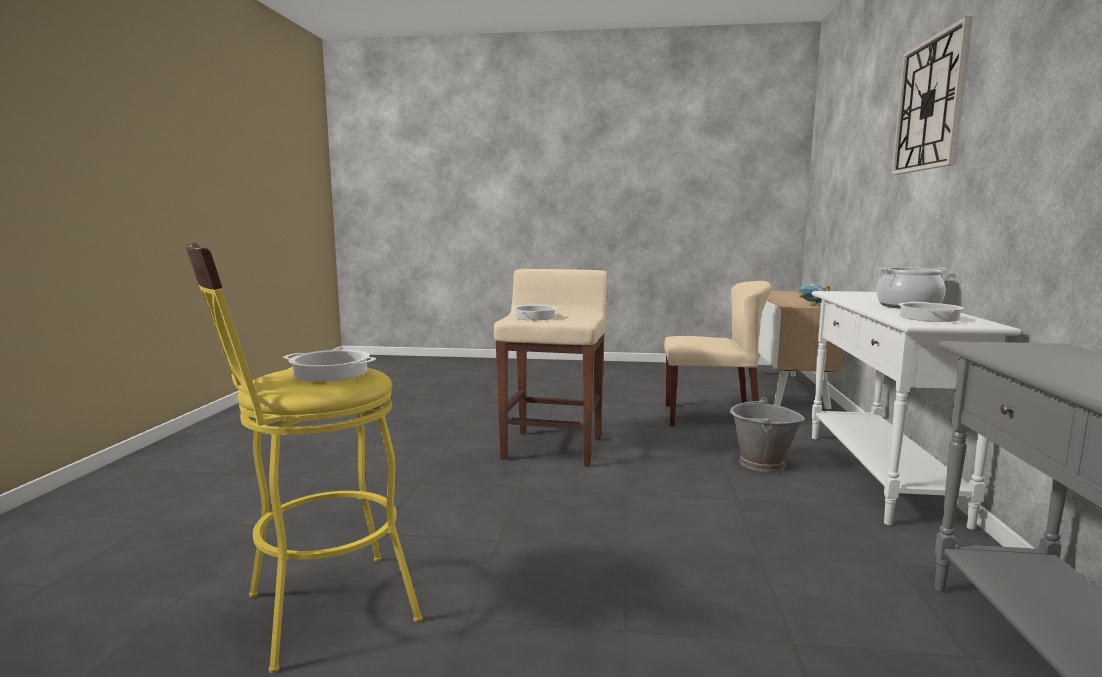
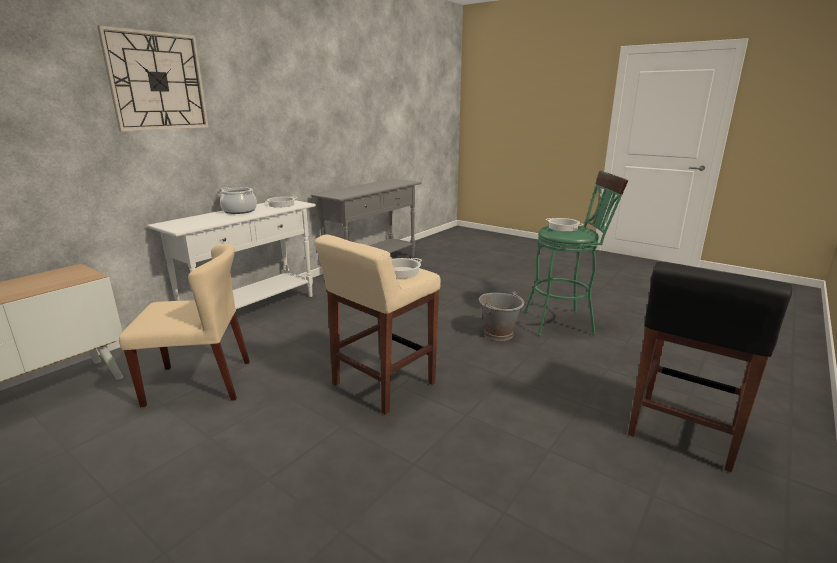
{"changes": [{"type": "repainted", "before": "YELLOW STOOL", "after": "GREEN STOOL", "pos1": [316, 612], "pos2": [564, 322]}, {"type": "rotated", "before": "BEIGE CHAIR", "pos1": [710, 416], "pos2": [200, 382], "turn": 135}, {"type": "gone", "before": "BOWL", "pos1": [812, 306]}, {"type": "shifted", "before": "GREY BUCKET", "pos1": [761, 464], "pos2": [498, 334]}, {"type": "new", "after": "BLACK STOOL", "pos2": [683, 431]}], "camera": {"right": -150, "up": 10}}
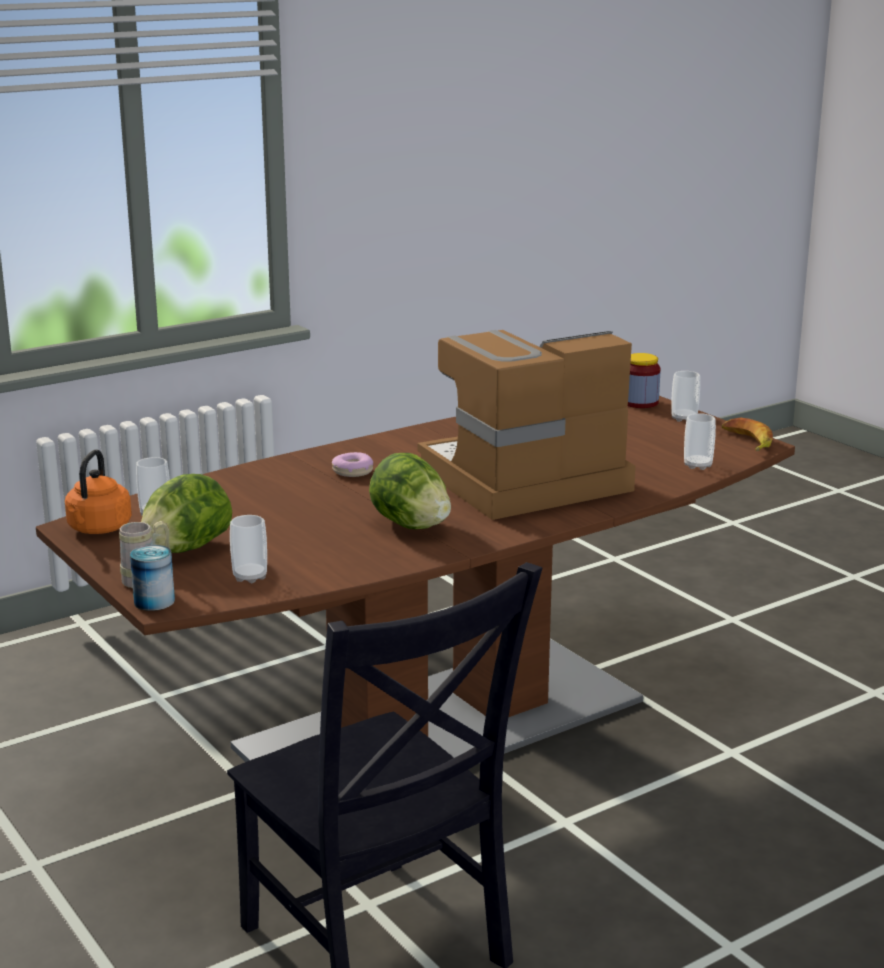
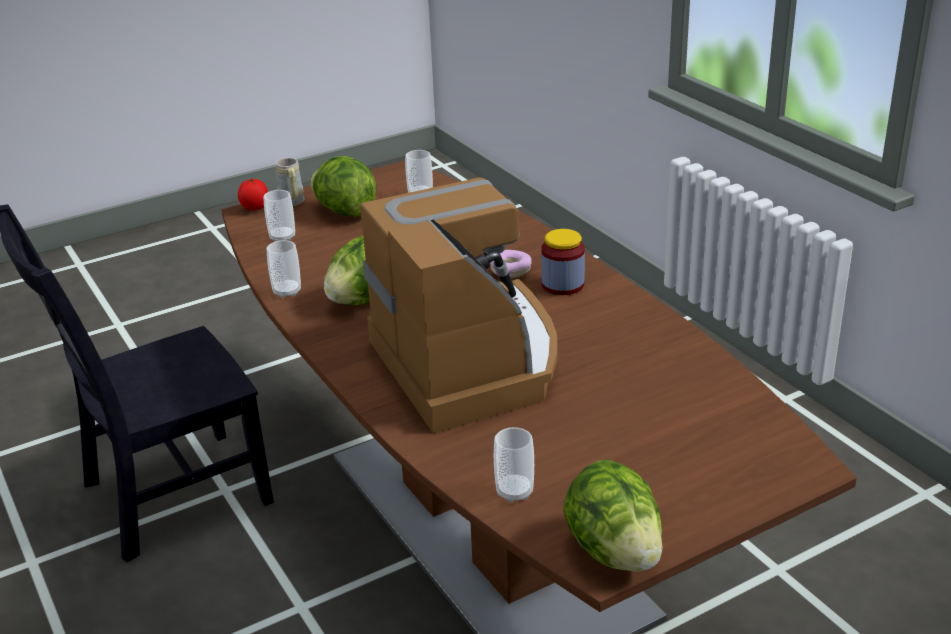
{"changes": [{"type": "shifted", "before": "JAR", "pos1": [640, 402], "pos2": [562, 285]}, {"type": "shifted", "before": "CUP", "pos1": [684, 418], "pos2": [287, 292]}, {"type": "swapped", "before": "BANANA", "after": "LETTUCE", "pos1": [746, 441], "pos2": [614, 551]}, {"type": "gone", "before": "ORANGE KETTLE", "pos1": [98, 529]}, {"type": "swapped", "before": "CAN", "after": "TOMATO", "pos1": [154, 601], "pos2": [254, 209]}], "camera": {"right": 95, "up": 10}}
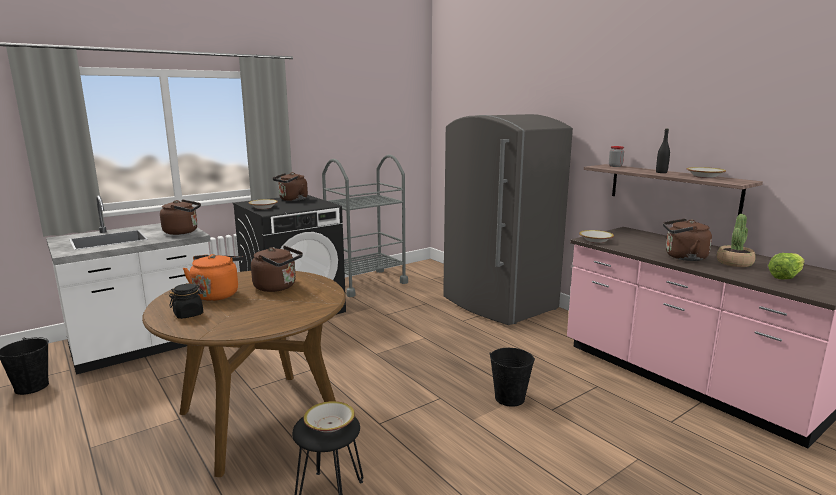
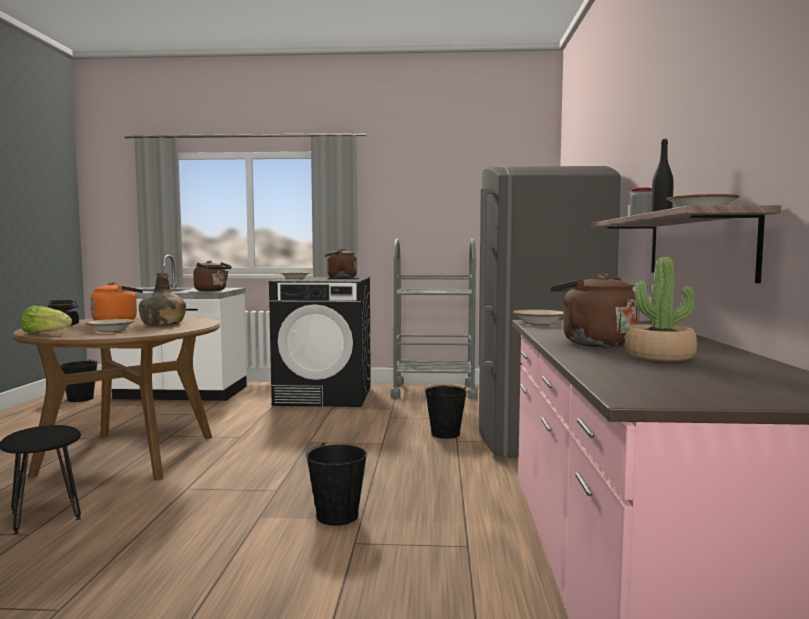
{"changes": [{"type": "swapped", "before": "BROWN KETTLE", "after": "GREEN BOTTLE", "pos1": [277, 287], "pos2": [163, 324]}, {"type": "shifted", "before": "LETTUCE", "pos1": [785, 276], "pos2": [45, 333]}, {"type": "shifted", "before": "BOWL", "pos1": [330, 424], "pos2": [111, 330]}, {"type": "new", "after": "BLACK BUCKET", "pos2": [445, 434]}], "camera": {"right": 40, "up": -10}}
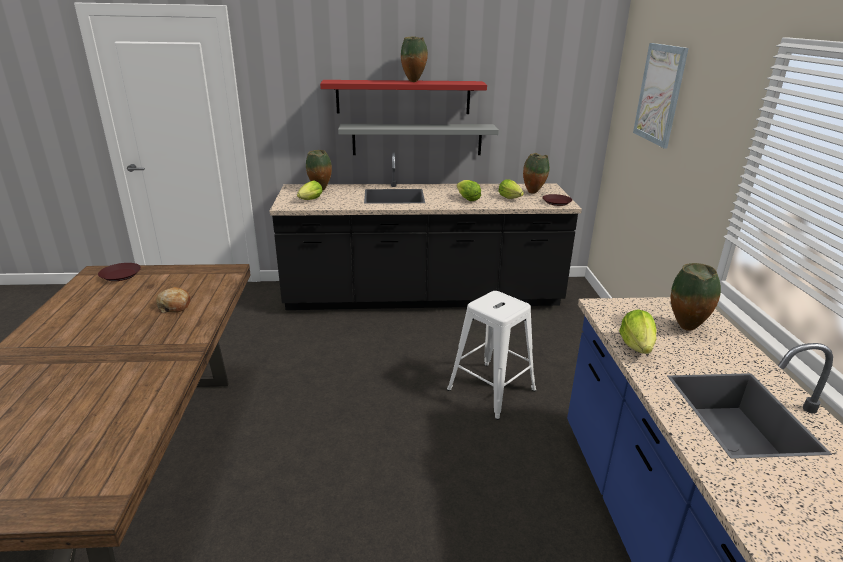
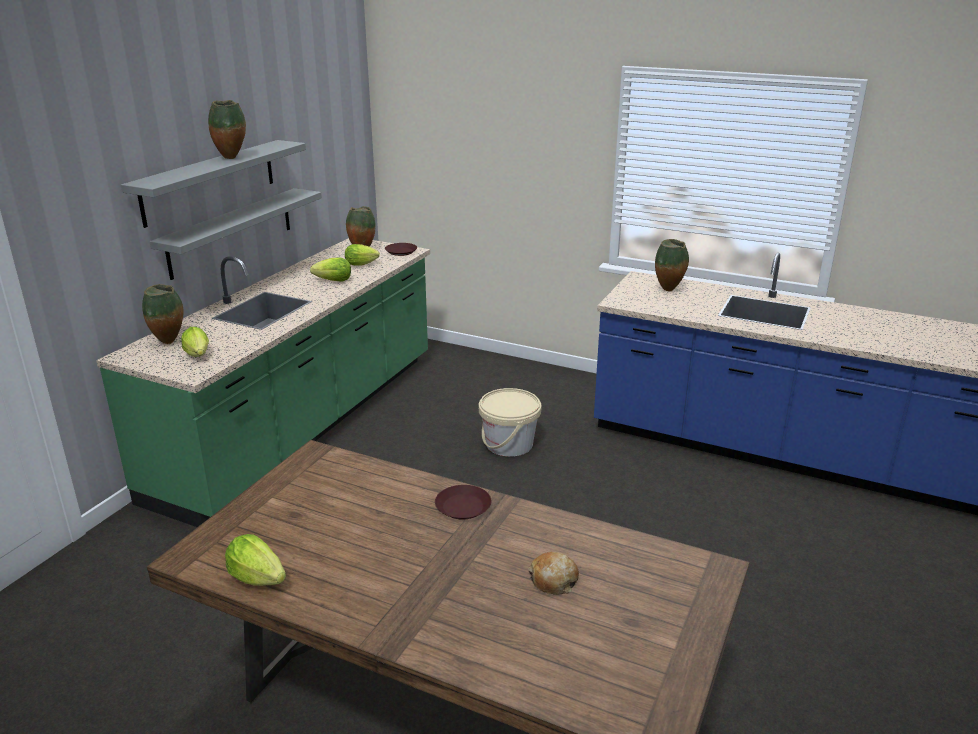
{"changes": [{"type": "gone", "before": "PICTURE", "pos1": [659, 94]}, {"type": "repainted", "before": "RED SHELF", "after": "GREY SHELF", "pos1": [403, 97], "pos2": [210, 181]}, {"type": "repainted", "before": "BLACK COUNTER", "after": "GREEN COUNTER", "pos1": [423, 296], "pos2": [304, 424]}, {"type": "shifted", "before": "BROWN PLATE", "pos1": [121, 275], "pos2": [463, 506]}, {"type": "shifted", "before": "BREAD", "pos1": [174, 306], "pos2": [553, 580]}, {"type": "swapped", "before": "WHITE STOOL", "after": "BEIGE BUCKET", "pos1": [491, 390], "pos2": [509, 444]}, {"type": "shifted", "before": "LETTUCE", "pos1": [637, 346], "pos2": [257, 578]}], "camera": {"right": -60, "up": 0}}
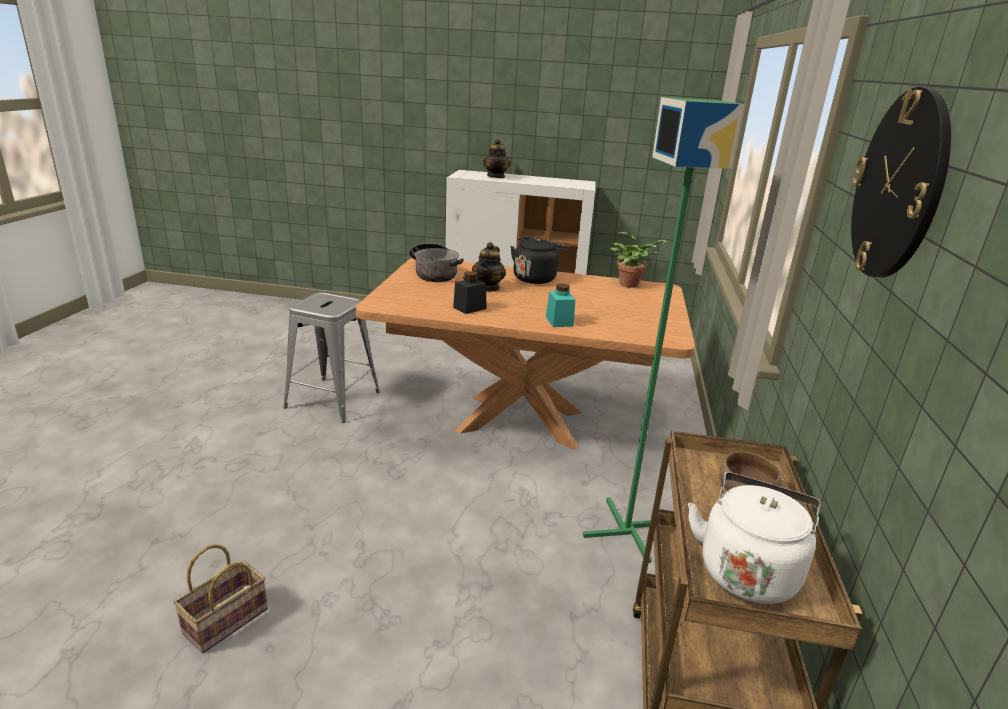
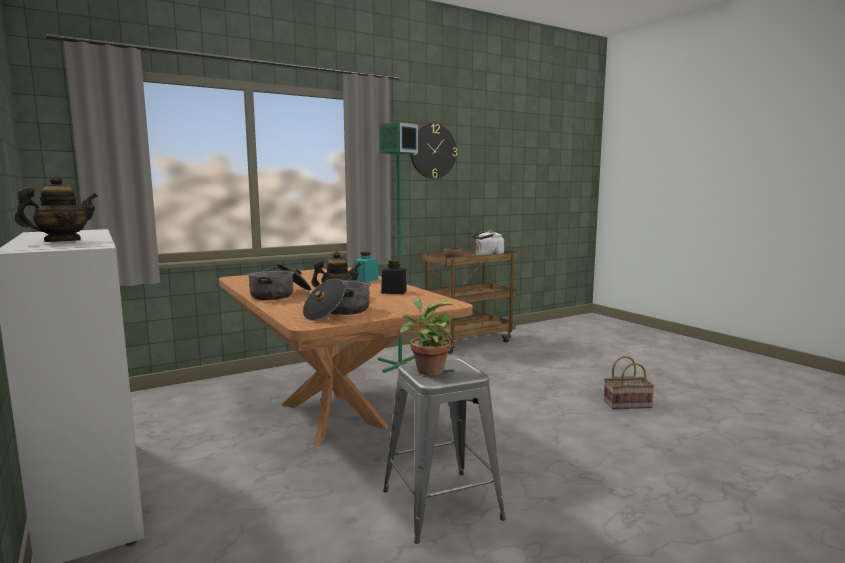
{"changes": [{"type": "shifted", "before": "POTTED PLANT", "pos1": [631, 284], "pos2": [427, 370]}, {"type": "swapped", "before": "BLACK KETTLE", "after": "COOKING POT", "pos1": [535, 278], "pos2": [280, 295]}], "camera": {"right": -130, "up": -15}}
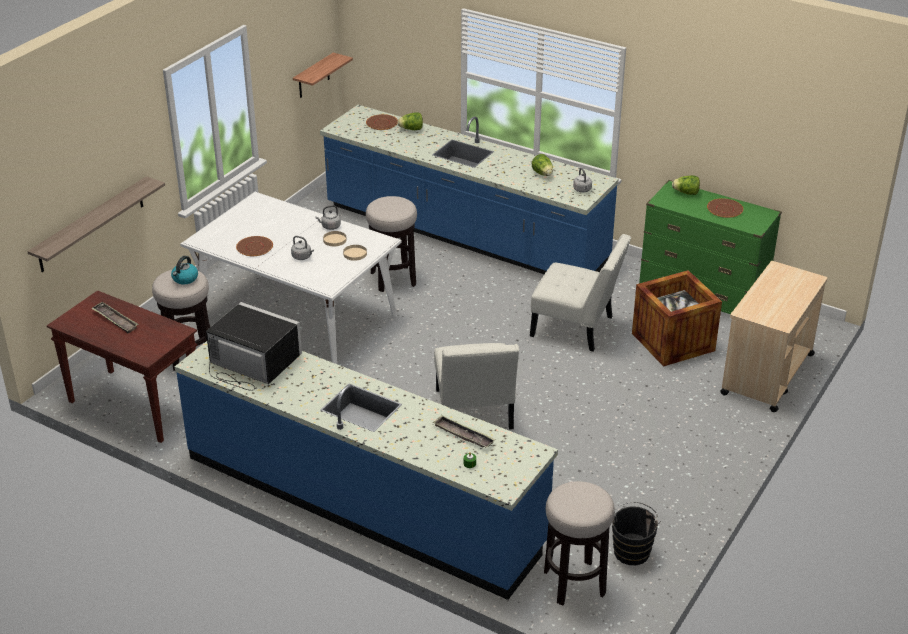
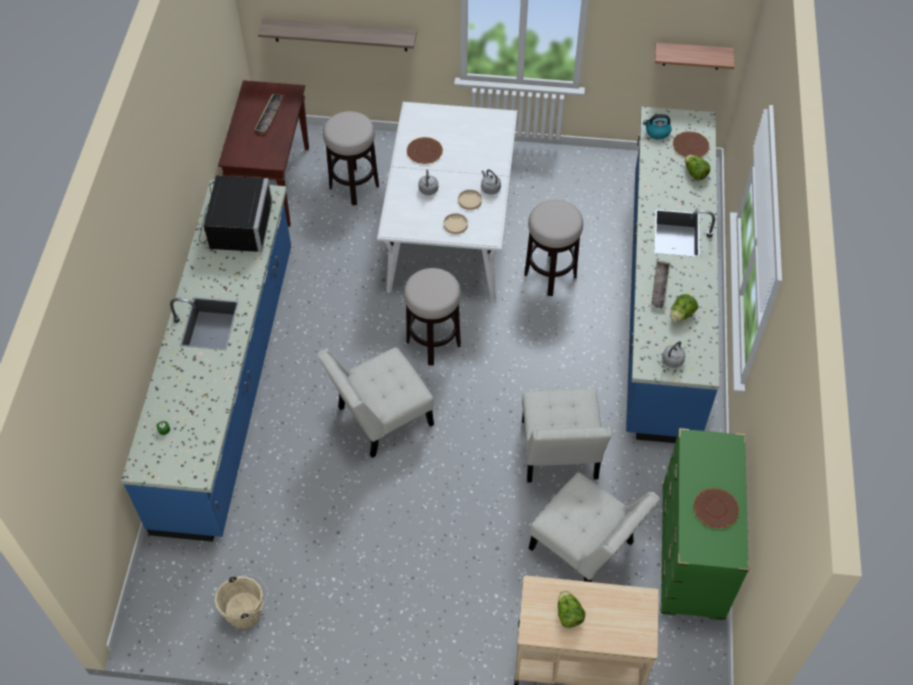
{"changes": [{"type": "shifted", "before": "LETTUCE", "pos1": [686, 193], "pos2": [568, 614]}, {"type": "shifted", "before": "KETTLE", "pos1": [185, 279], "pos2": [657, 132]}, {"type": "swapped", "before": "CRATE", "after": "WHITE CHAIR", "pos1": [673, 342], "pos2": [585, 550]}, {"type": "shifted", "before": "TRAY", "pos1": [463, 435], "pos2": [660, 286]}, {"type": "shifted", "before": "STOOL", "pos1": [574, 583], "pos2": [433, 343]}, {"type": "repainted", "before": "BLACK BUCKET", "after": "BEIGE BUCKET", "pos1": [632, 550], "pos2": [247, 611]}], "camera": {"right": 65, "up": 20}}
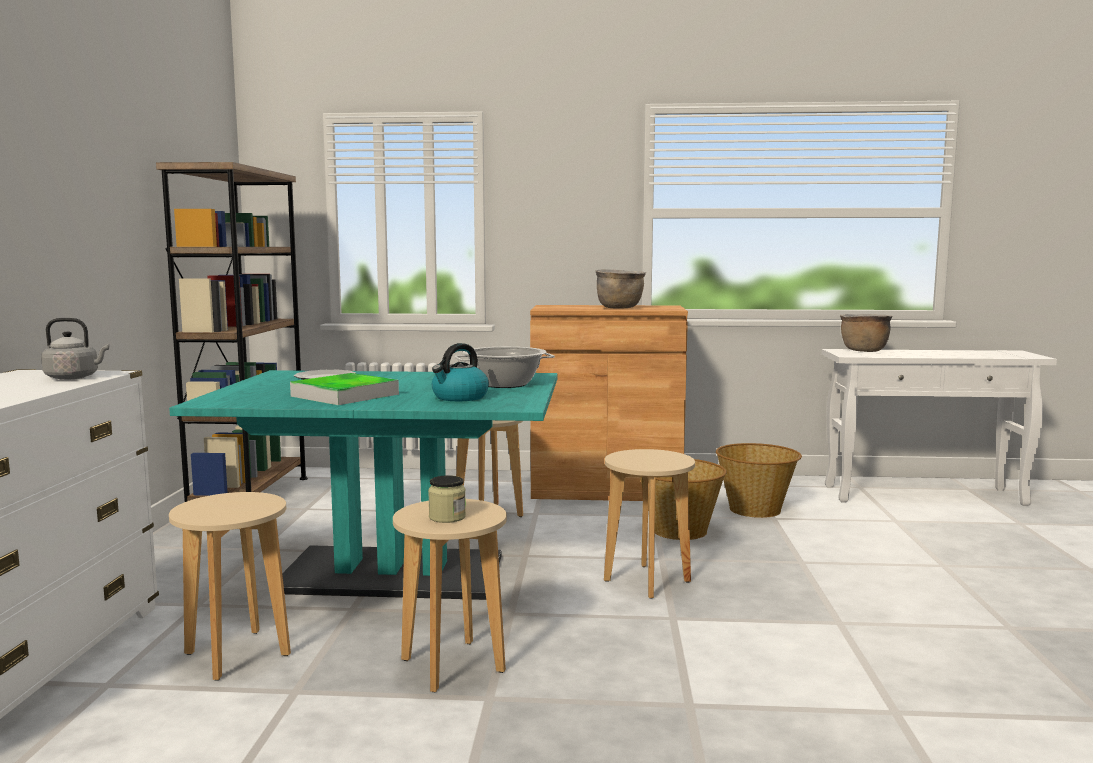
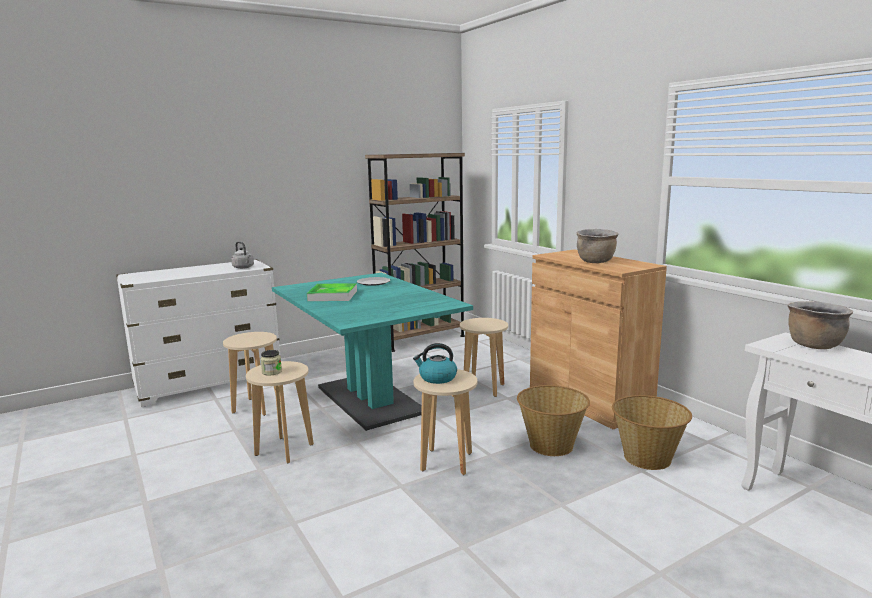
{"changes": [{"type": "shifted", "before": "KETTLE", "pos1": [459, 397], "pos2": [437, 378]}, {"type": "gone", "before": "COOKING POT", "pos1": [505, 384]}], "camera": {"right": 55, "up": 5}}
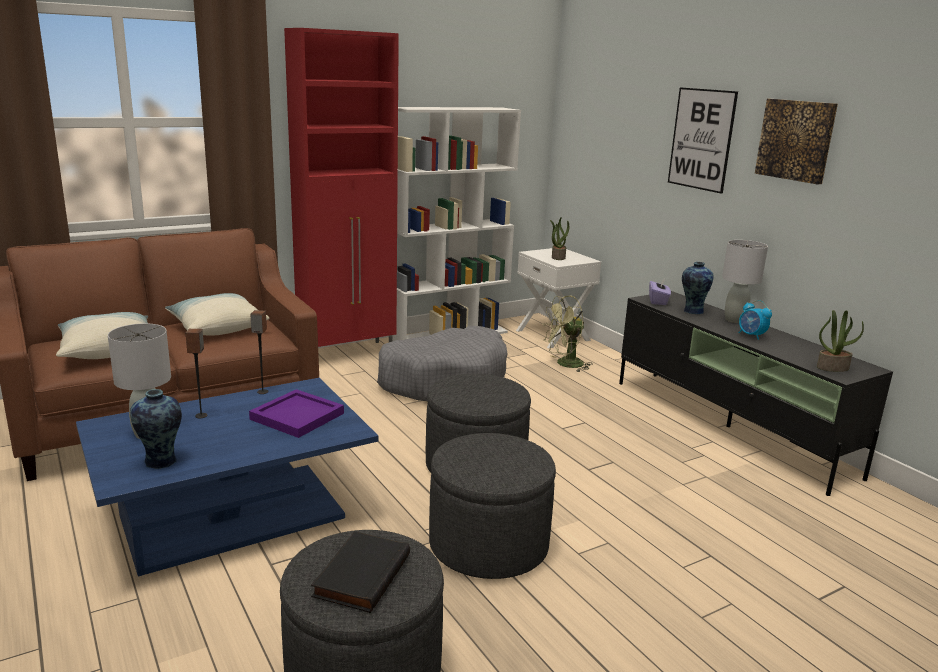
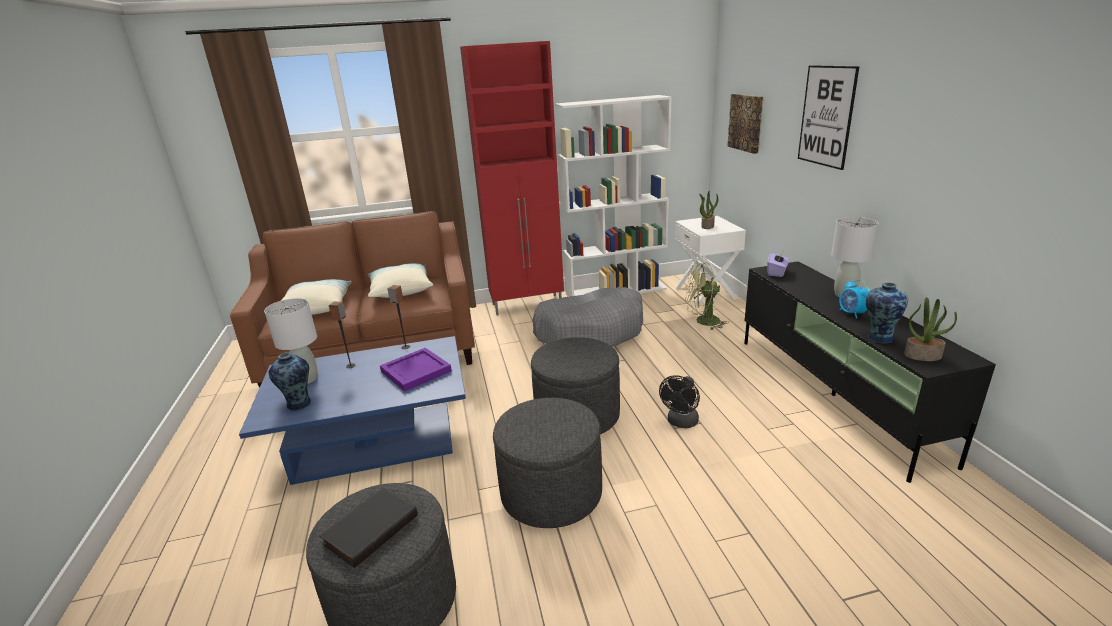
{"changes": [{"type": "shifted", "before": "PICTURE", "pos1": [796, 140], "pos2": [746, 122]}, {"type": "shifted", "before": "VASE", "pos1": [692, 311], "pos2": [878, 338]}, {"type": "new", "after": "BLACK FAN", "pos2": [681, 423]}], "camera": {"right": 20, "up": 5}}
